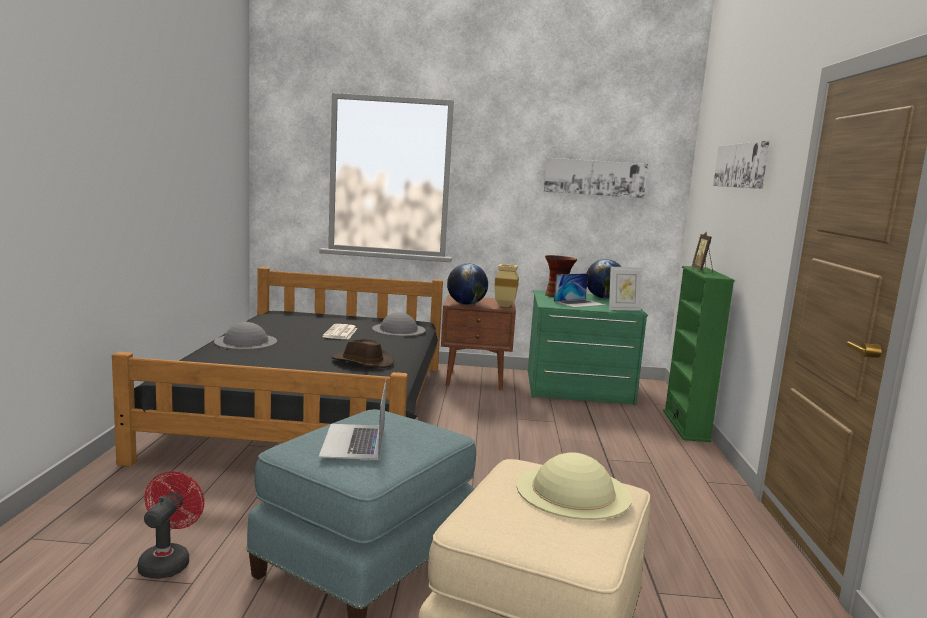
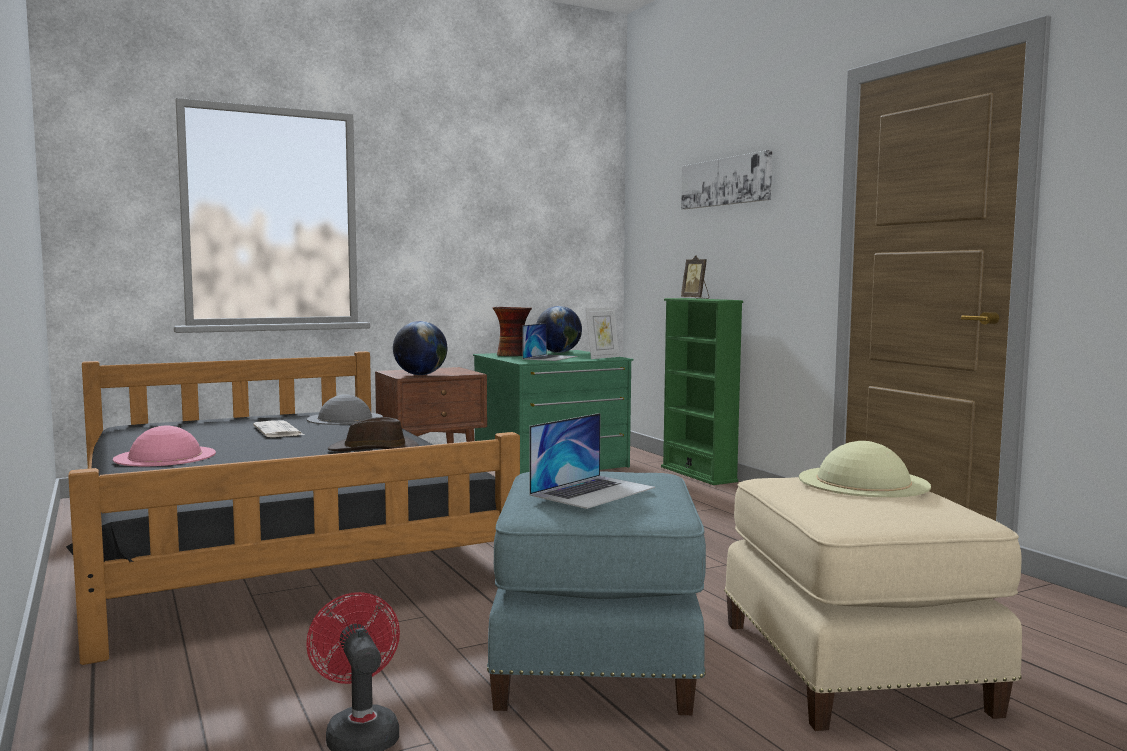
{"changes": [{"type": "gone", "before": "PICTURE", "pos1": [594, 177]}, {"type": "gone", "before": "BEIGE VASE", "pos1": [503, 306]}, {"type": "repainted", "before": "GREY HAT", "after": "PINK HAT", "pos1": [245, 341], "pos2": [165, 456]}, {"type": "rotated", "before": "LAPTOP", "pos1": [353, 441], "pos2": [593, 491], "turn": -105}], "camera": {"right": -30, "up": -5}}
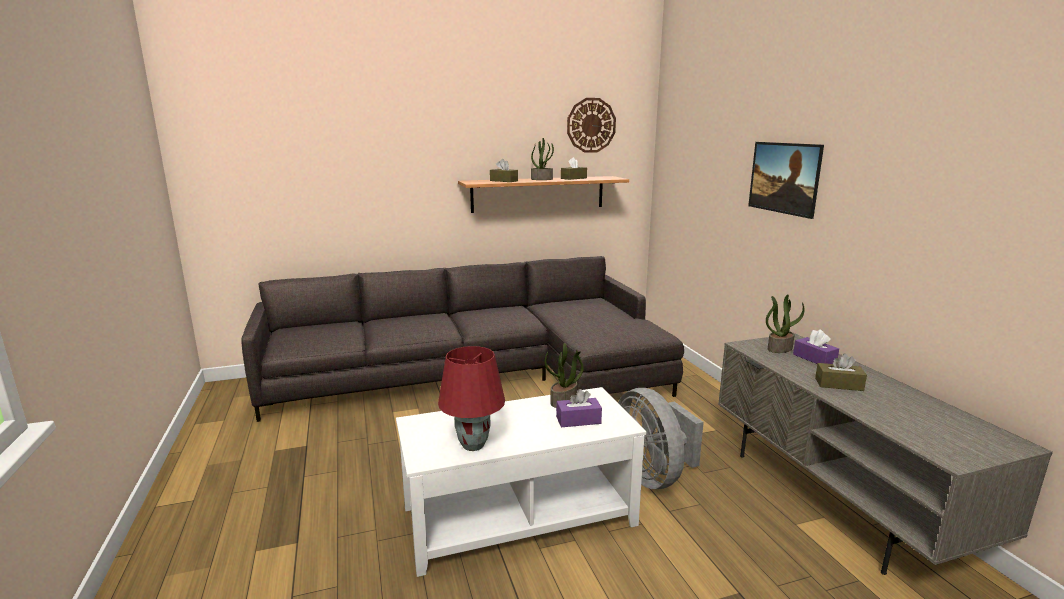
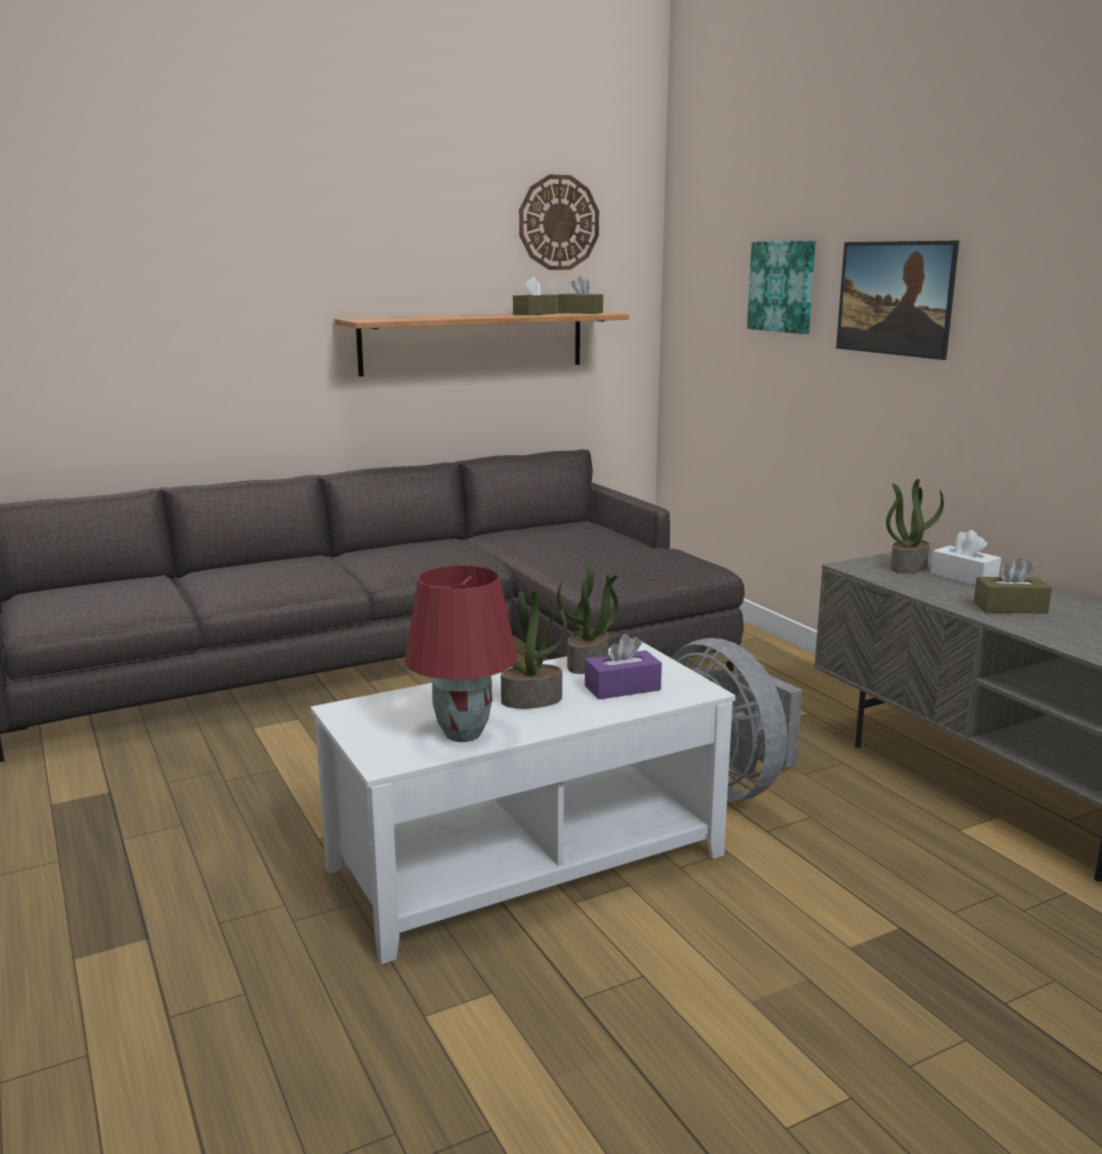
{"changes": [{"type": "shifted", "before": "POTTED PLANT", "pos1": [542, 179], "pos2": [532, 699]}, {"type": "shifted", "before": "BROWN TISSUE BOX", "pos1": [504, 181], "pos2": [580, 312]}, {"type": "repainted", "before": "PURPLE TISSUE BOX", "after": "WHITE TISSUE BOX", "pos1": [814, 358], "pos2": [963, 577]}, {"type": "new", "after": "PICTURE", "pos2": [783, 286]}], "camera": {"right": -10, "up": 0}}
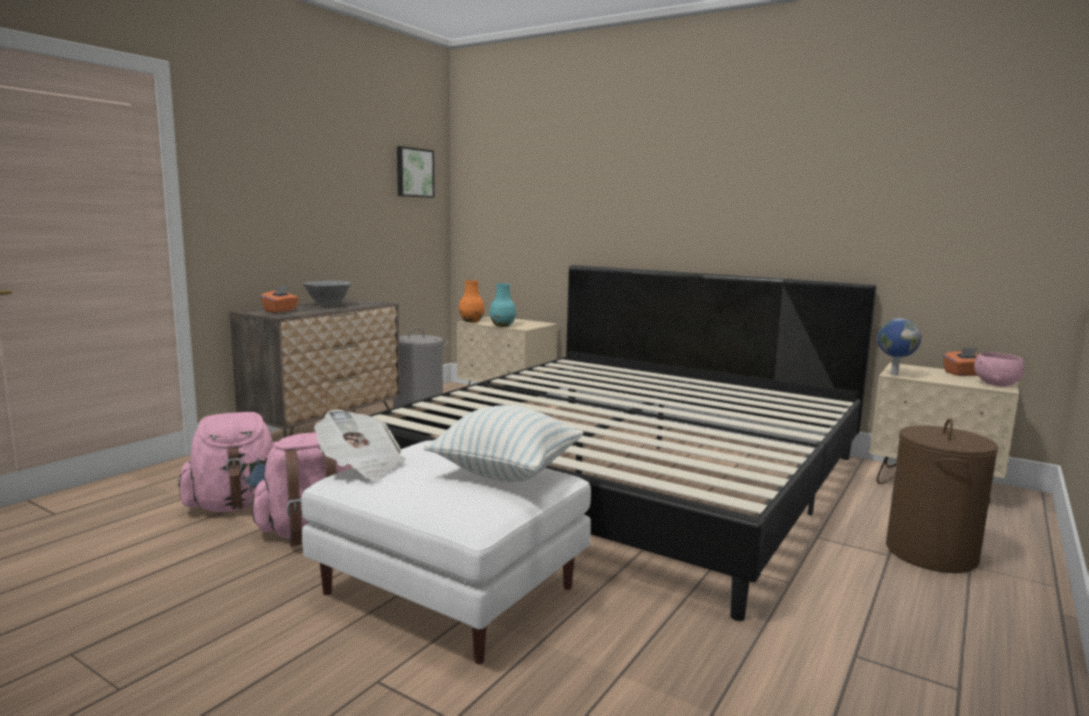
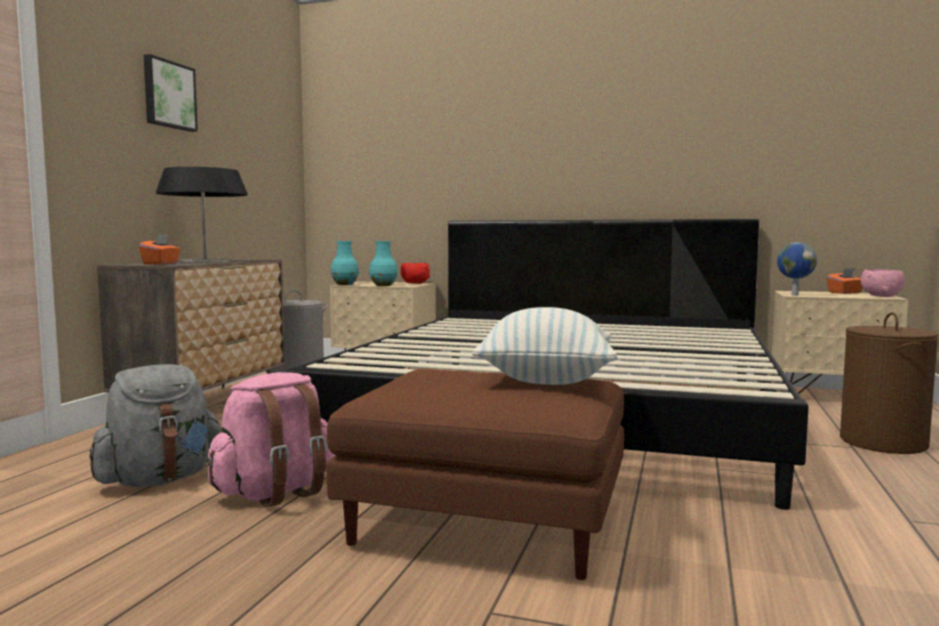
{"changes": [{"type": "shifted", "before": "PICTURE", "pos1": [414, 172], "pos2": [168, 95]}, {"type": "swapped", "before": "GREY BOWL", "after": "TABLE LAMP", "pos1": [328, 305], "pos2": [205, 261]}, {"type": "repainted", "before": "ORANGE VASE", "after": "TURQUOISE VASE", "pos1": [471, 321], "pos2": [344, 284]}, {"type": "gone", "before": "NEWSPAPER", "pos1": [361, 466]}, {"type": "repainted", "before": "PINK BACKPACK", "after": "GREY BACKPACK", "pos1": [237, 505], "pos2": [160, 480]}, {"type": "repainted", "before": "WHITE OTTOMAN", "after": "BROWN OTTOMAN", "pos1": [453, 591], "pos2": [490, 523]}, {"type": "new", "after": "RED BOWL", "pos2": [414, 283]}], "camera": {"right": -15, "up": -5}}
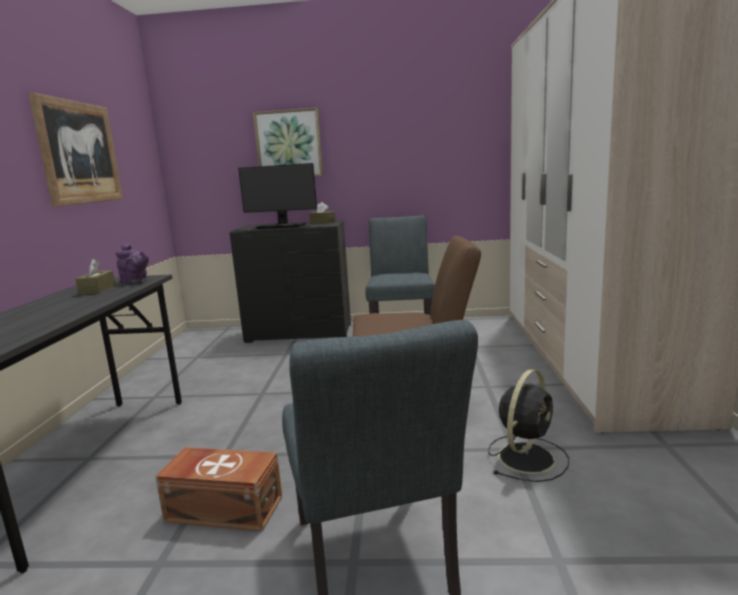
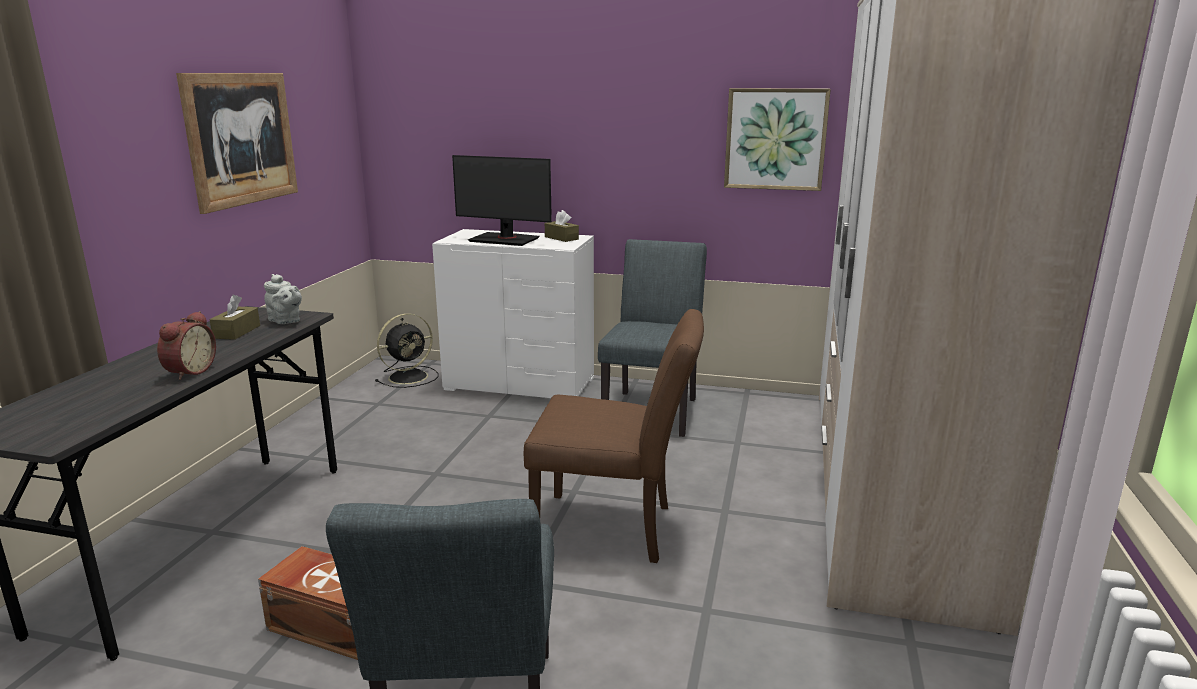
{"changes": [{"type": "shifted", "before": "PICTURE", "pos1": [289, 144], "pos2": [775, 139]}, {"type": "repainted", "before": "BLACK DRESSER", "after": "WHITE DRESSER", "pos1": [300, 332], "pos2": [520, 383]}, {"type": "repainted", "before": "PURPLE TEAPOT", "after": "GREY TEAPOT", "pos1": [136, 281], "pos2": [286, 321]}, {"type": "shifted", "before": "BLACK FAN", "pos1": [527, 457], "pos2": [410, 377]}, {"type": "new", "after": "ALARM CLOCK", "pos2": [189, 372]}], "camera": {"right": 10, "up": 5}}
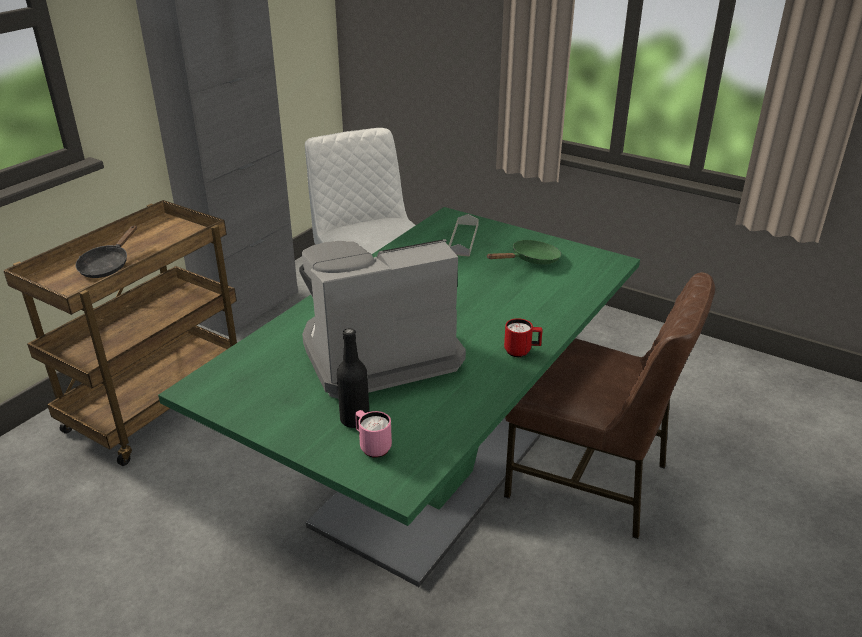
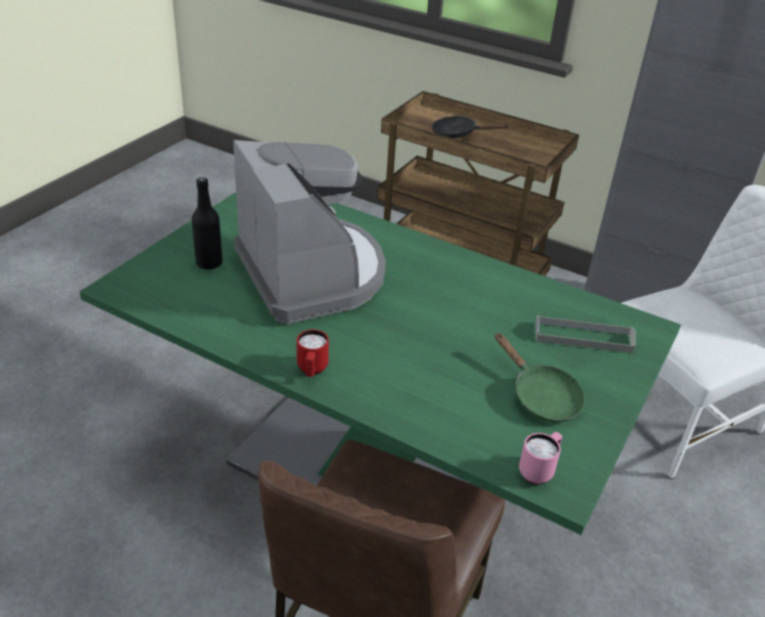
{"changes": [{"type": "shifted", "before": "PINK MUG", "pos1": [372, 446], "pos2": [539, 471]}], "camera": {"right": 85, "up": 5}}
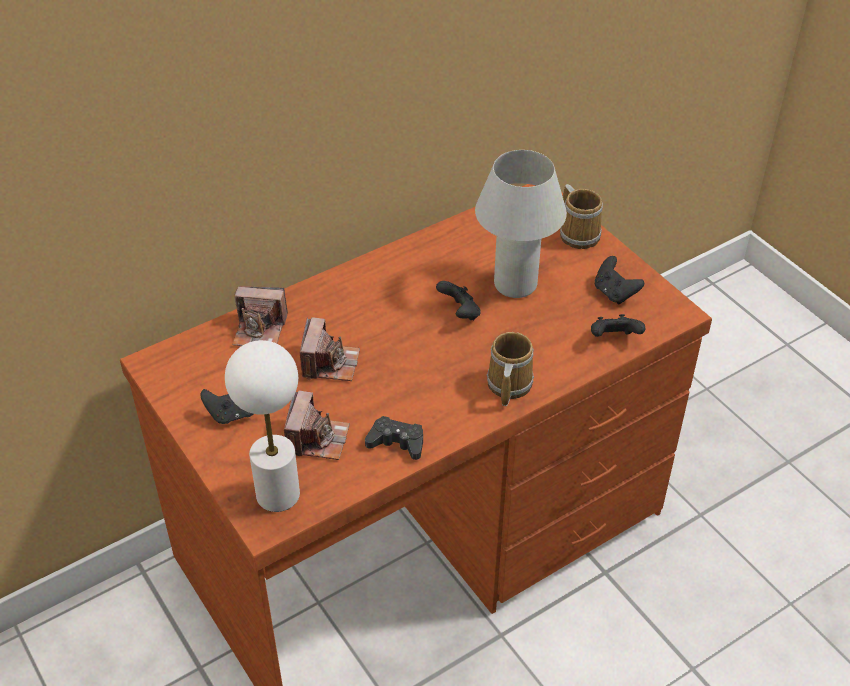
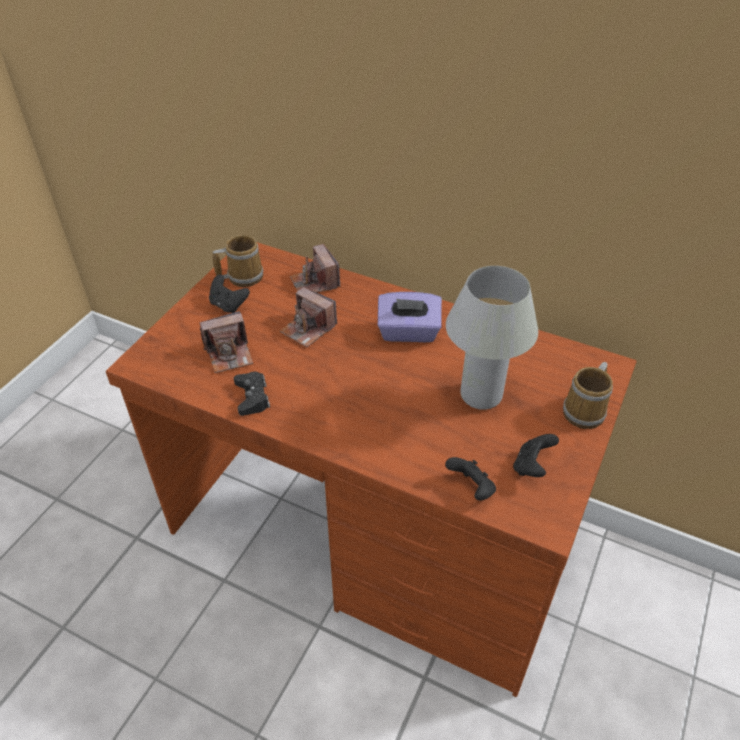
{"changes": [{"type": "gone", "before": "BLACK GAME CONTROLLER", "pos1": [460, 313]}, {"type": "rotated", "before": "PHOTO CAMERA", "pos1": [330, 363], "pos2": [308, 329], "turn": 60}, {"type": "shifted", "before": "MUG", "pos1": [507, 385], "pos2": [242, 276]}, {"type": "gone", "before": "WHITE TABLE LAMP", "pos1": [277, 494]}, {"type": "new", "after": "PURPLE TISSUE BOX", "pos2": [408, 332]}], "camera": {"right": 60, "up": 0}}
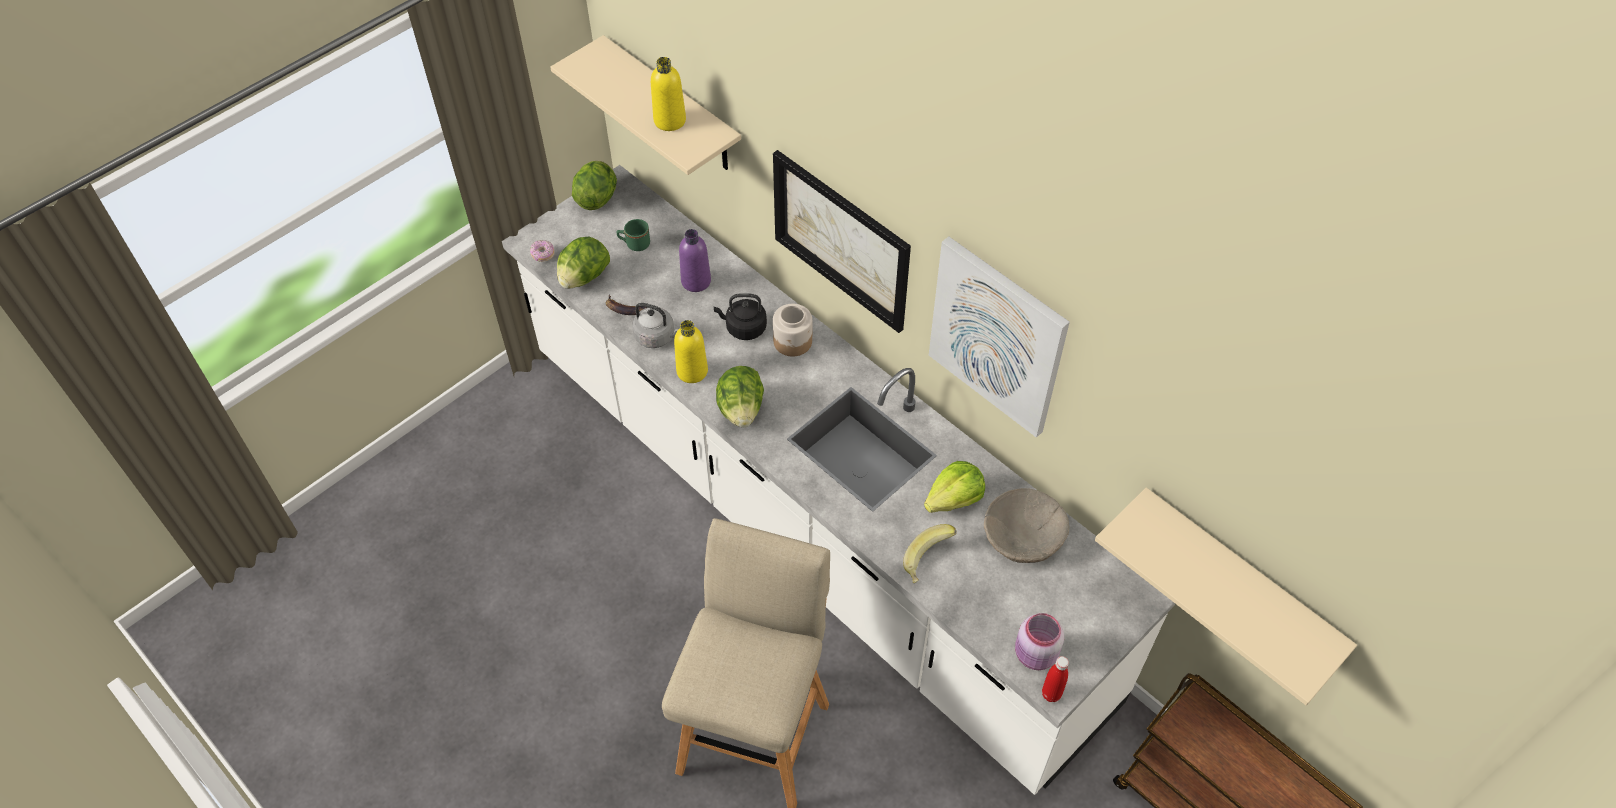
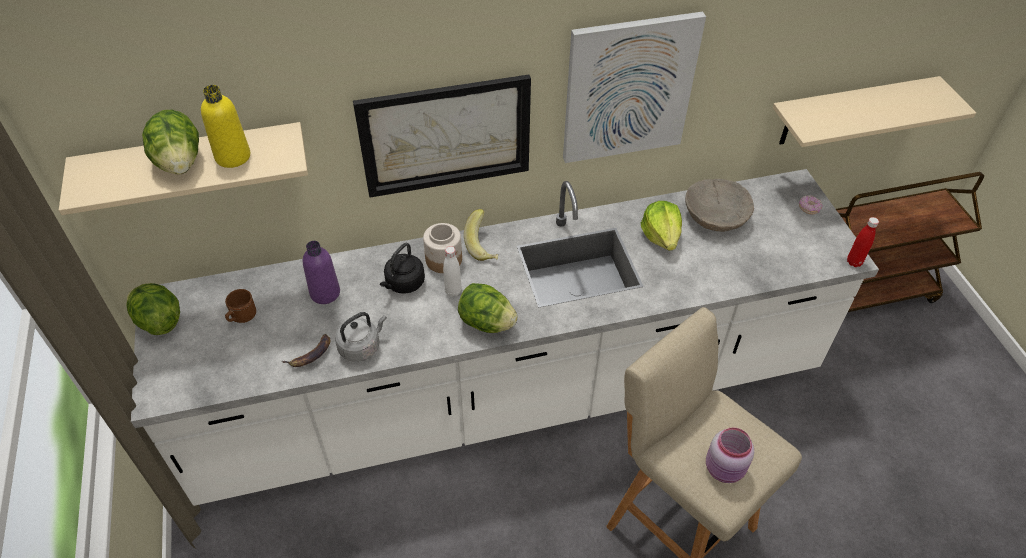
{"changes": [{"type": "repainted", "before": "GREEN MUG", "after": "BROWN MUG", "pos1": [634, 244], "pos2": [241, 317]}, {"type": "shifted", "before": "LETTUCE", "pos1": [584, 277], "pos2": [180, 163]}, {"type": "shifted", "before": "DONUT", "pos1": [543, 255], "pos2": [808, 208]}, {"type": "gone", "before": "YELLOW BOTTLE", "pos1": [692, 371]}, {"type": "shifted", "before": "BANANA", "pos1": [928, 562], "pos2": [484, 246]}, {"type": "shifted", "before": "PINK JAR", "pos1": [1035, 655], "pos2": [725, 469]}, {"type": "new", "after": "WHITE BOTTLE", "pos2": [453, 291]}], "camera": {"right": -60, "up": -5}}
